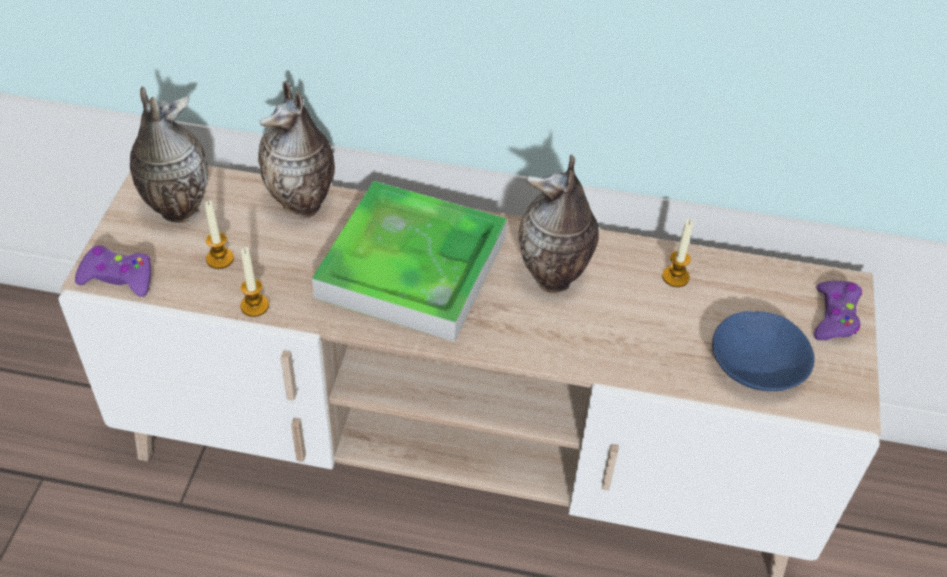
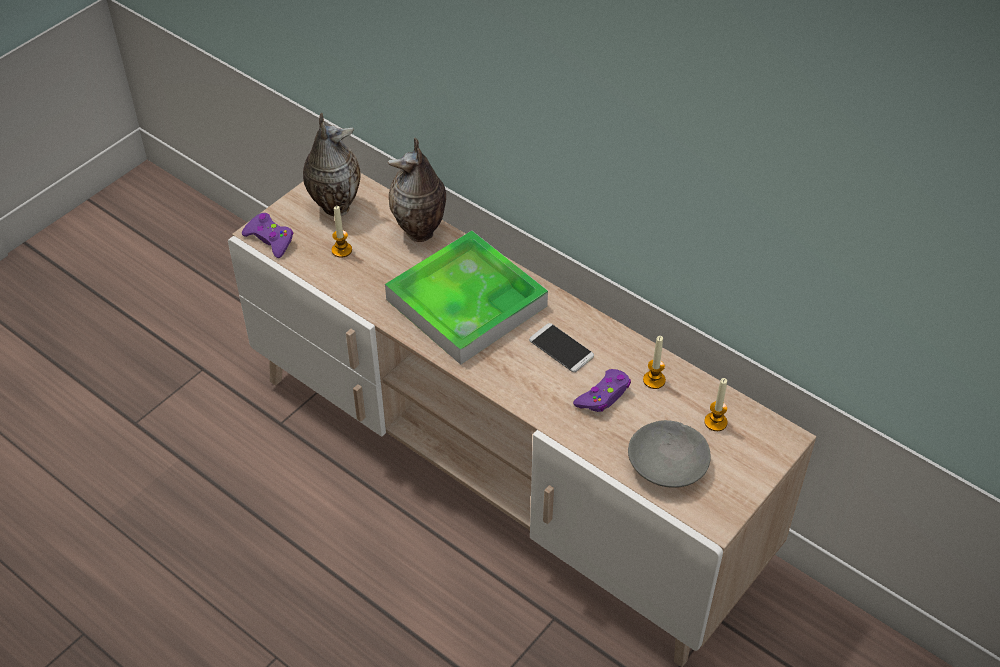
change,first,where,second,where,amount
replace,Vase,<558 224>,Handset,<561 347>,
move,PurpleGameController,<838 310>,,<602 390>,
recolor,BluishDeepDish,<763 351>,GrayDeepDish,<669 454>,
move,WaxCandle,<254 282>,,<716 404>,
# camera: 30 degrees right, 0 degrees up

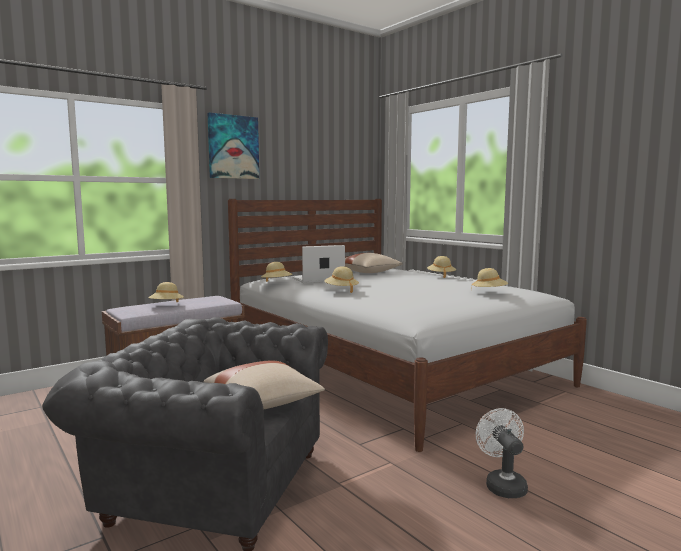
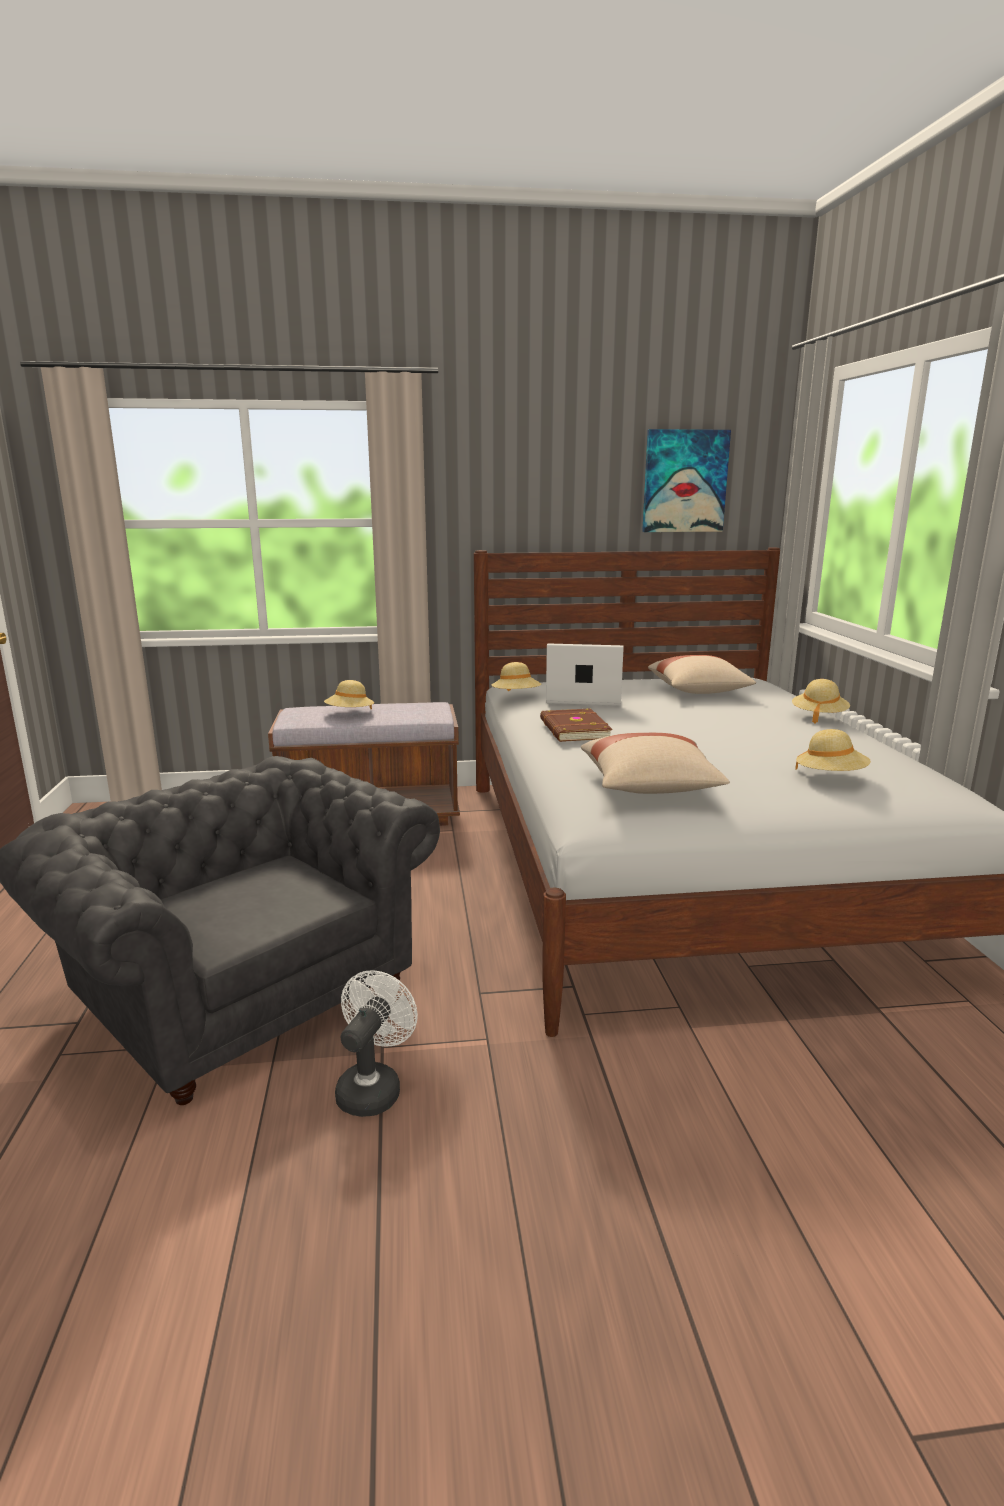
change,first,where,second,where,amount
move,WhiteFan,<502 453>,,<376 1043>,
replace,BeigeColouredWearableHat,<341 279>,BrownBook,<576 725>,
move,BeigeColouredPillow,<264 384>,,<655 763>,
move,WallPicture,<233 146>,,<686 480>,
# camera: 30 degrees right, 10 degrees up

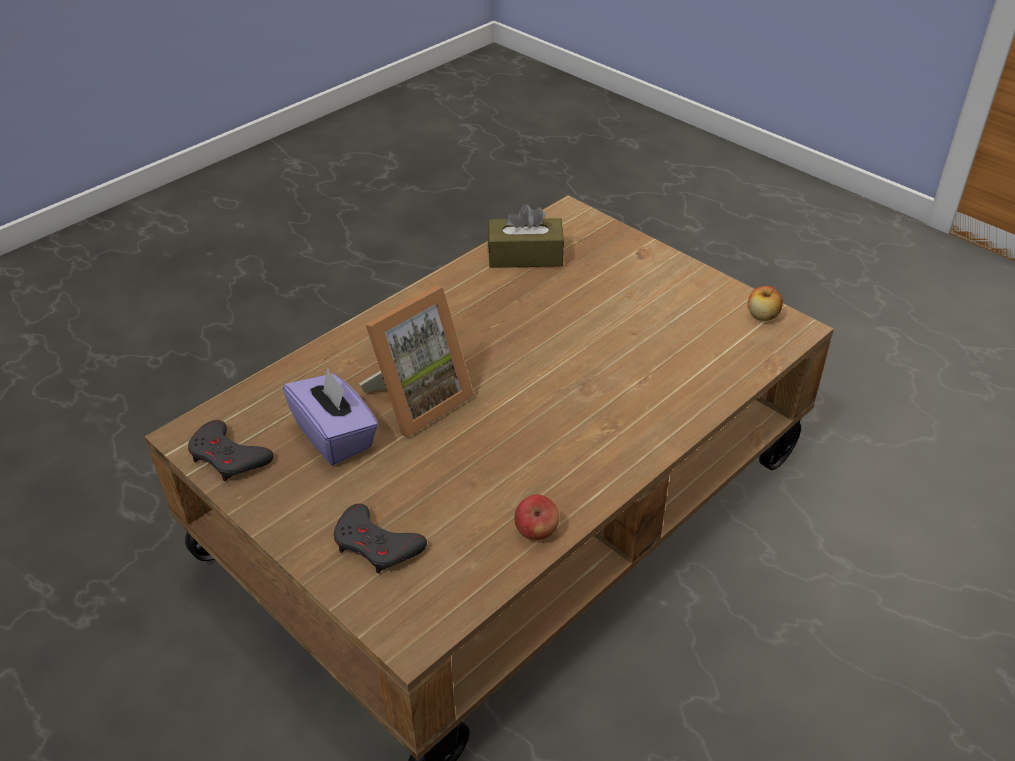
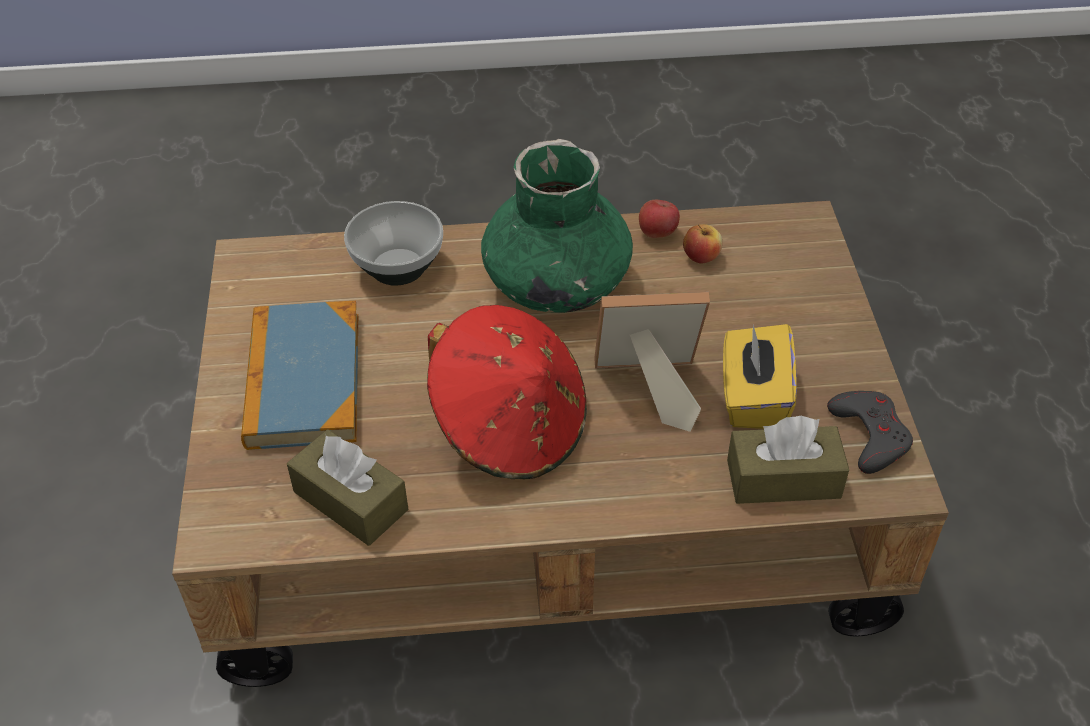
change,first,where,second,where,amount
insert,,,Book,<299 375>,
insert,,,DeepDish,<393 243>,
insert,,,ReddishWearableHat,<507 392>,
insert,,,GreenVase,<557 226>,
move,WholeApple,<765 303>,,<702 244>,
recolor,PurpleTissueHolder,<330 416>,YellowTissueHolder,<760 376>,
insert,,,BrownTissueHolder,<788 460>,
delete,GrayGameController,<380 538>,,,
# camera: 140 degrees left, 5 degrees up

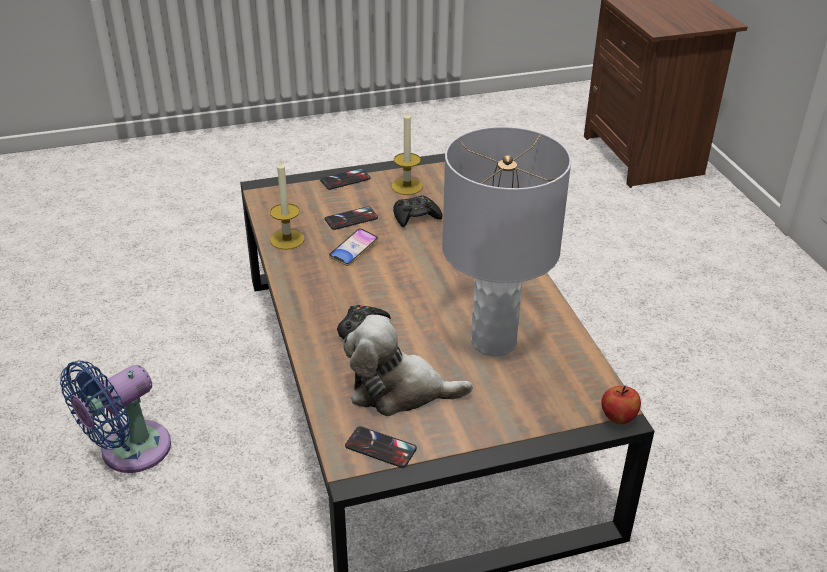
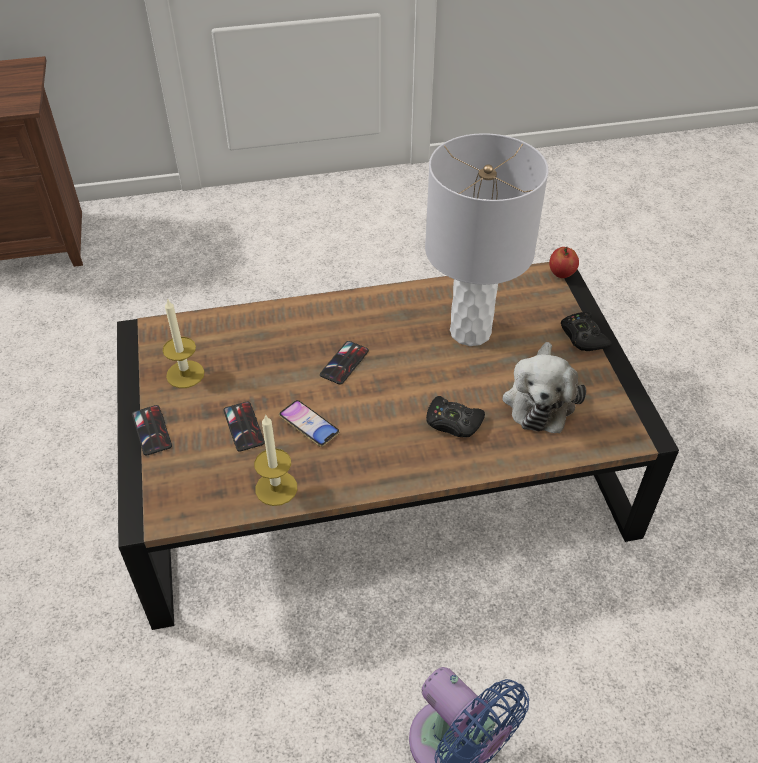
change,first,where,second,where,amount
move,Handset,<381 447>,,<344 363>,
move,BlackishGameController,<417 211>,,<586 331>,
# camera: 85 degrees left, 10 degrees up

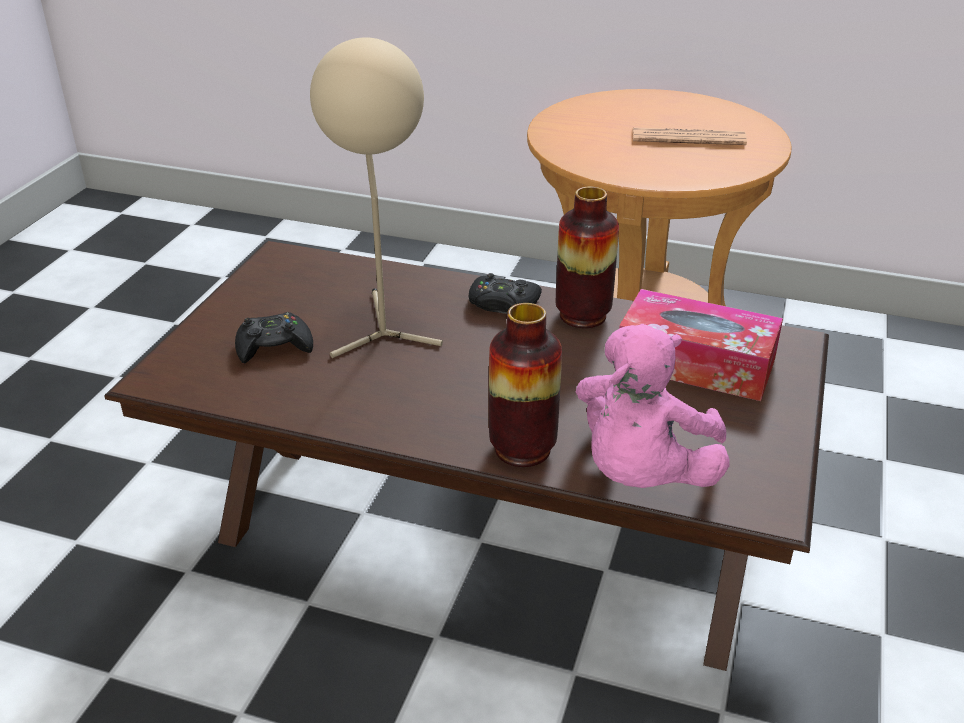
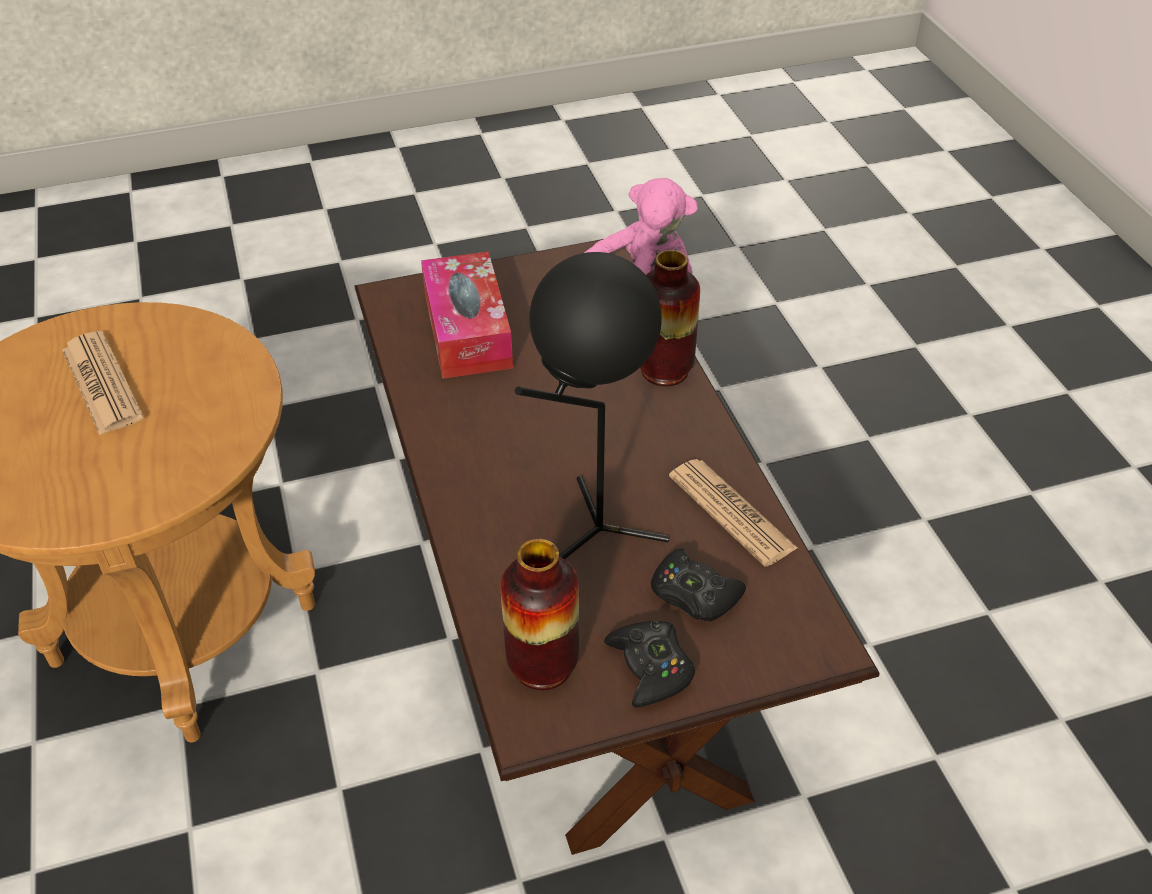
change,first,where,second,where,amount
move,Vase,<587 257>,,<540 614>,
recolor,BeigeColouredTableLamp,<376 197>,BlackishTableLamp,<592 406>,
move,BlackishGameController,<505 293>,,<649 664>,
insert,,,DailyPaper,<733 513>,
# camera: 125 degrees left, 10 degrees up

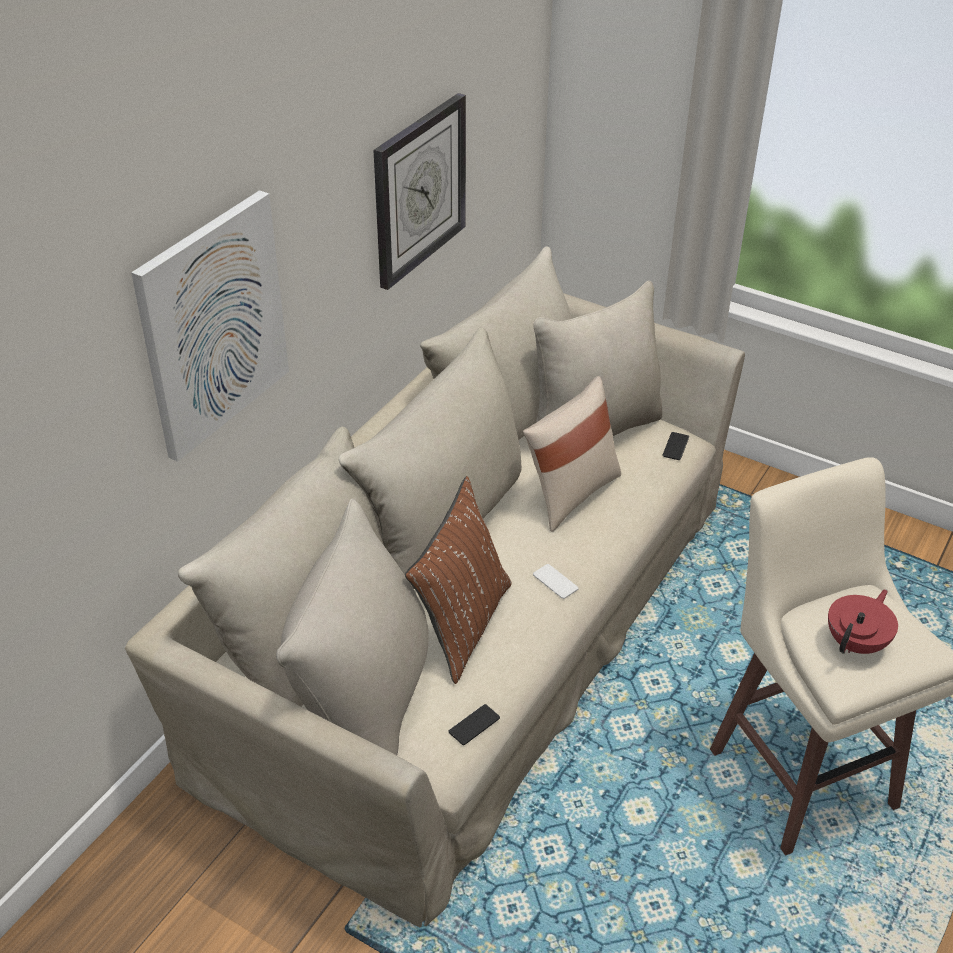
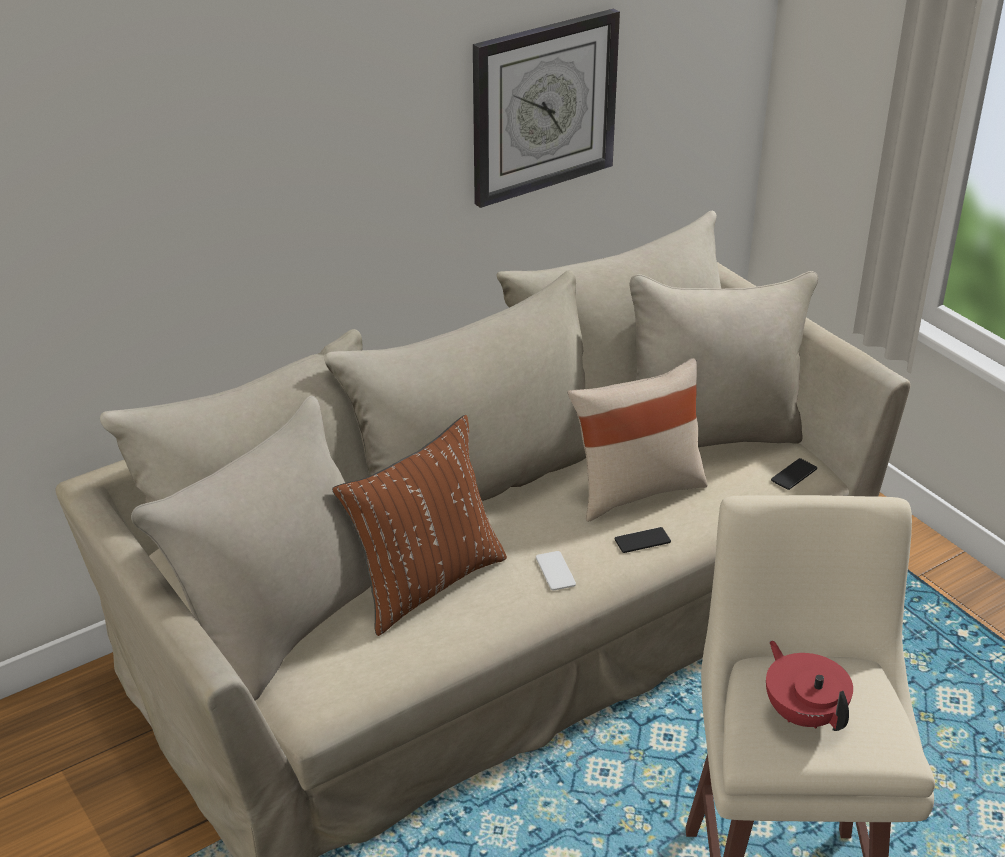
change,first,where,second,where,amount
move,Handset,<474 724>,,<642 540>,
rotate,ReddishTeaPot,<863 621>,,<809 686>,90 degrees counterclockwise
delete,WallPicture,<210 326>,,,
# camera: 25 degrees right, 5 degrees down

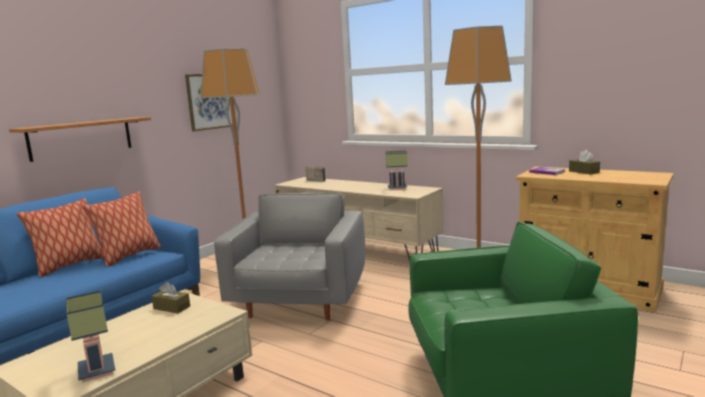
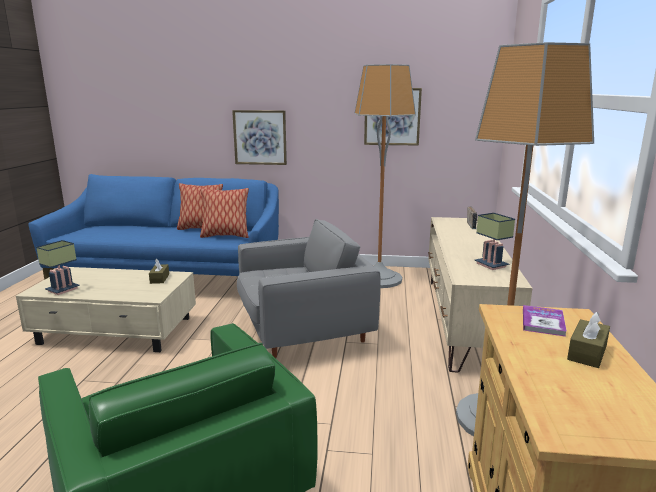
change,first,where,second,where,amount
replace,Shelf,<80 139>,WallPicture,<259 137>,
# camera: 60 degrees right, 5 degrees up

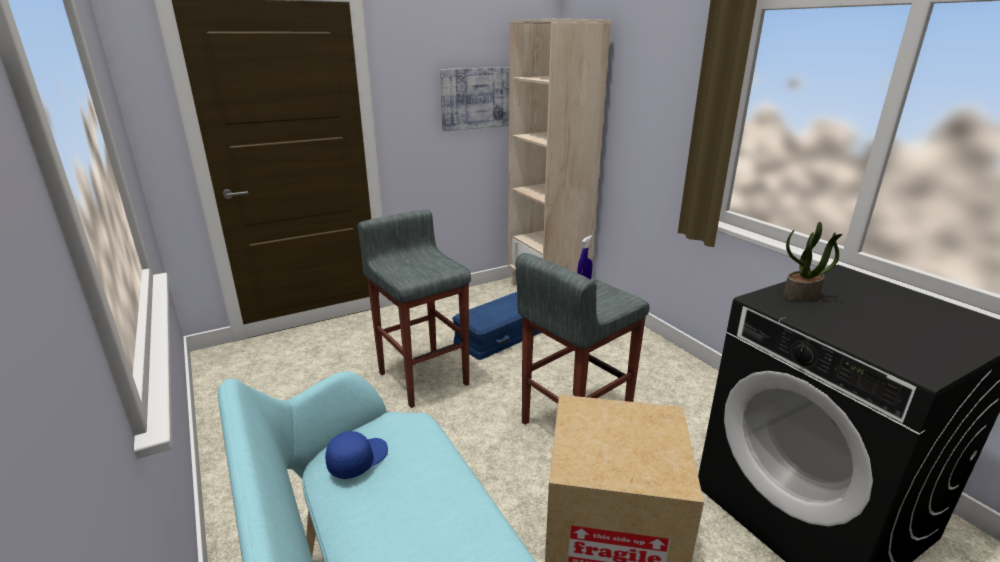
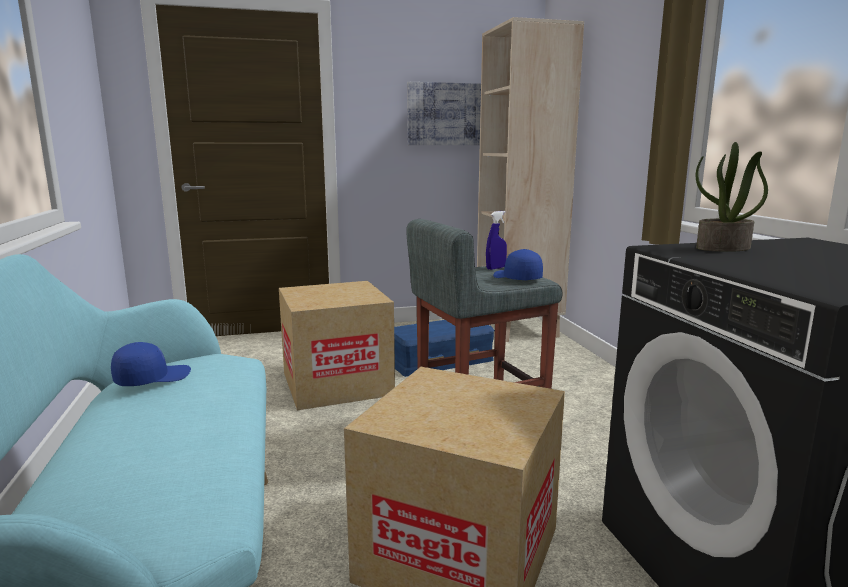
change,first,where,second,where,amount
replace,GrayStool,<414 309>,PackingBox,<337 345>,
insert,,,BluishBaseballCap,<518 264>,
# camera: 15 degrees right, 10 degrees down

